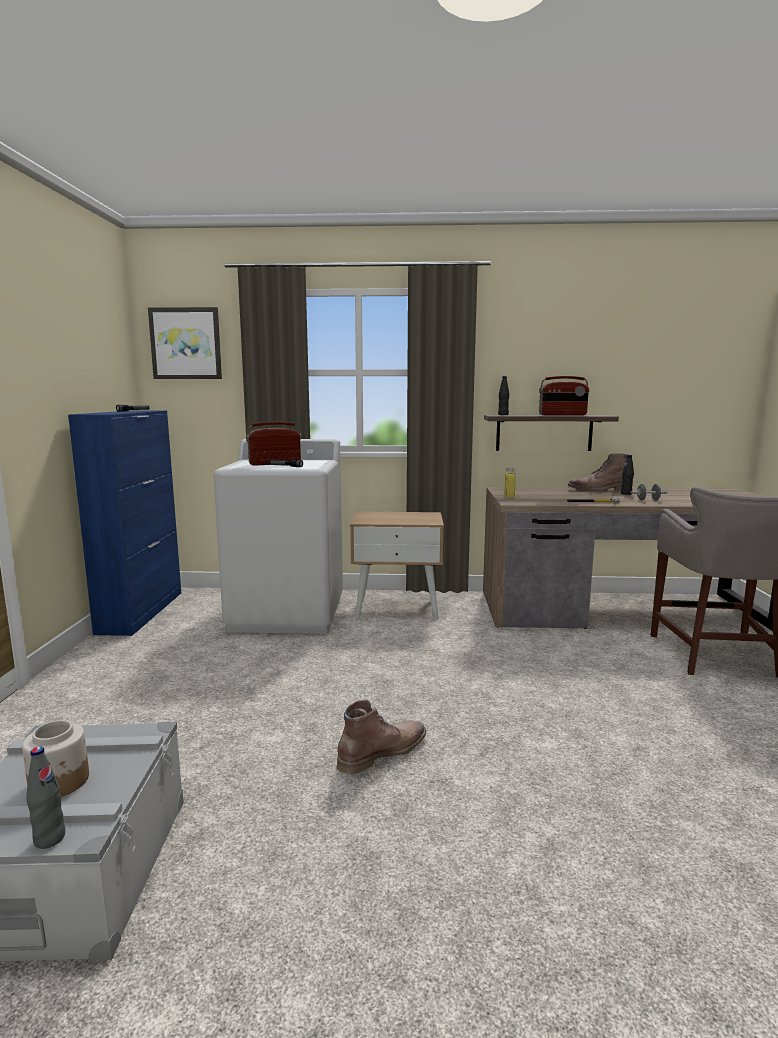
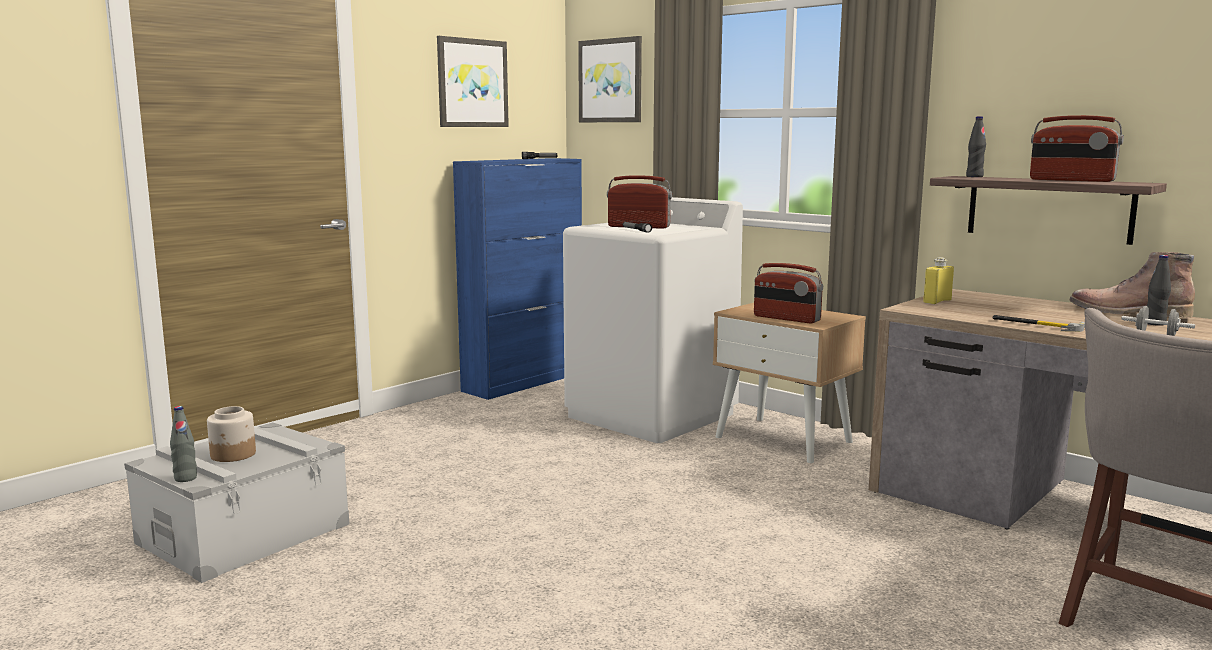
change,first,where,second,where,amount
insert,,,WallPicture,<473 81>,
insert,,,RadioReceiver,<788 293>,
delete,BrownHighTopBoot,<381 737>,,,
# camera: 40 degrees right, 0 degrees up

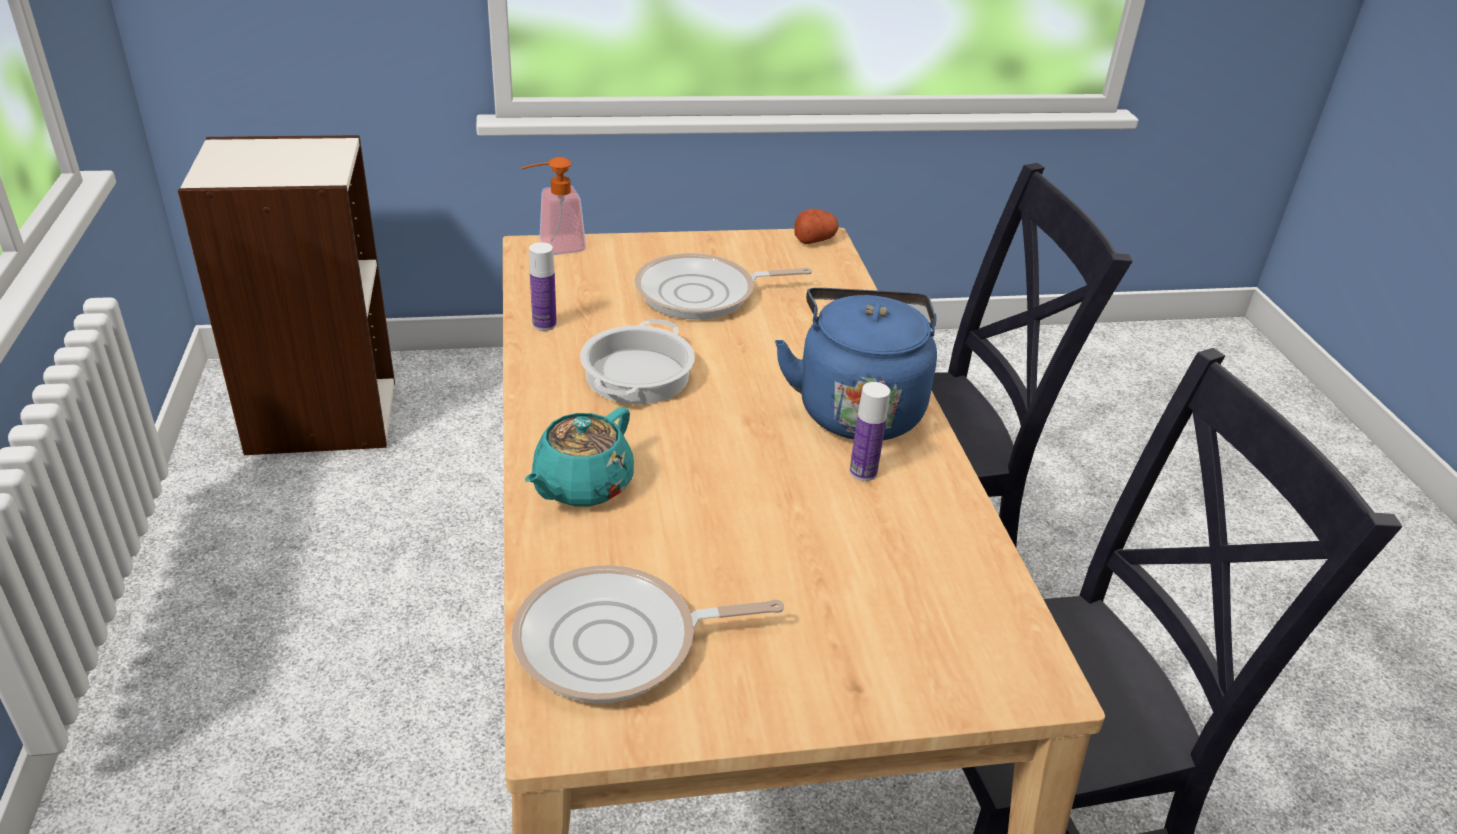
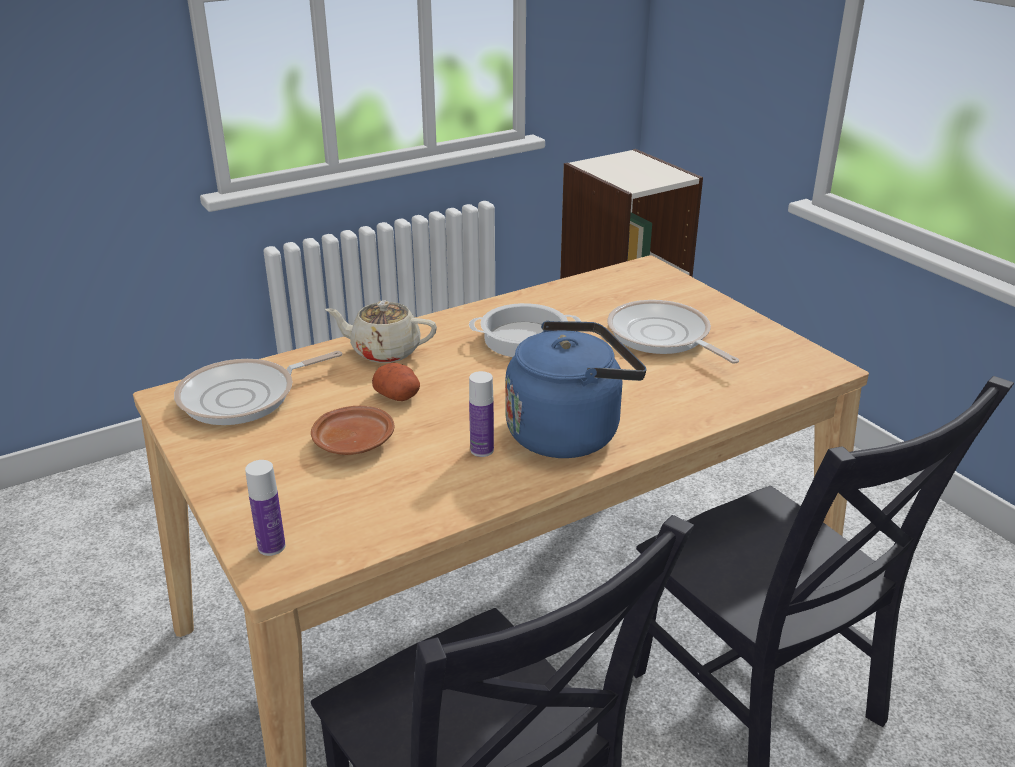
change,first,where,second,where,amount
rotate,FryingPan,<647 634>,,<258 388>,90 degrees counterclockwise
move,DrinkBottle,<543 286>,,<265 508>,
insert,,,BrownPlate,<352 430>,
recolor,BlueGreenTeaPot,<579 457>,BeigeColouredTeaPot,<381 331>,
move,Potato,<816 226>,,<396 382>,
delete,SoapDispenser,<553 206>,,,
# camera: 70 degrees right, 5 degrees down

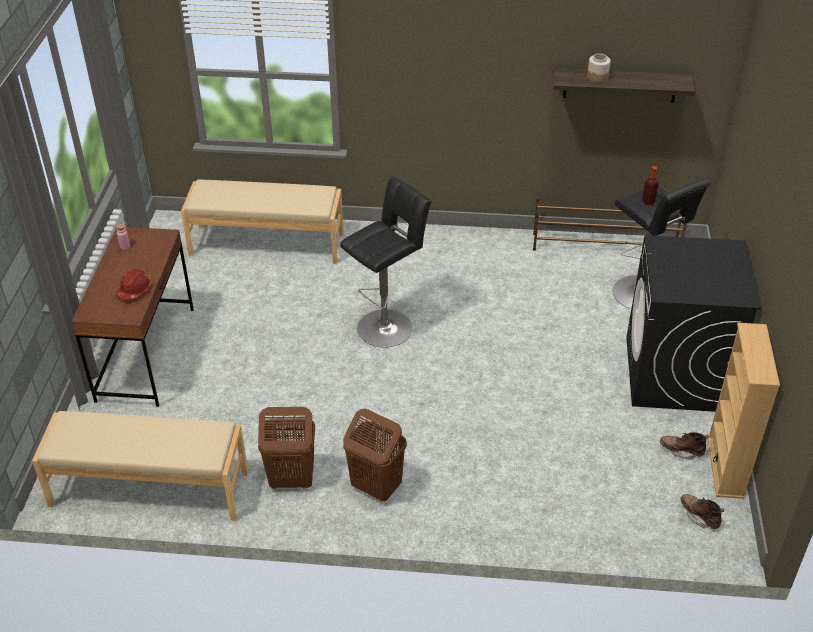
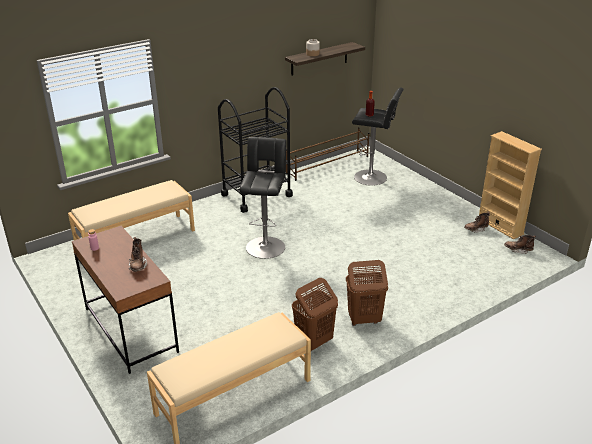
change,first,where,second,where,amount
replace,ReddishHardHat,<133 285>,BrownHighTopBoot,<138 254>,
insert,,,BlackishTrolley,<255 150>,
delete,BlackishWashingMachine,<693 323>,,,
# camera: 40 degrees left, 10 degrees down

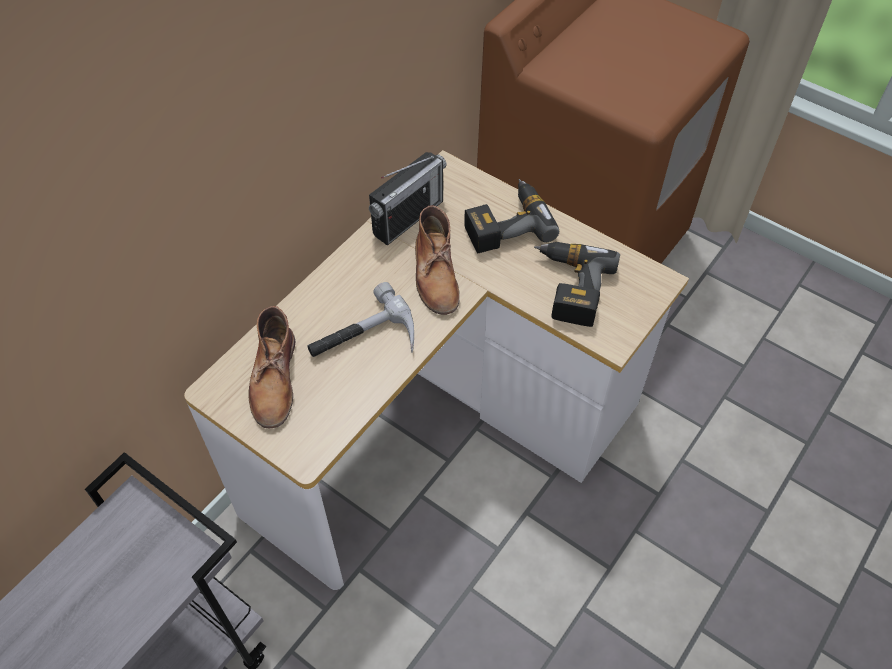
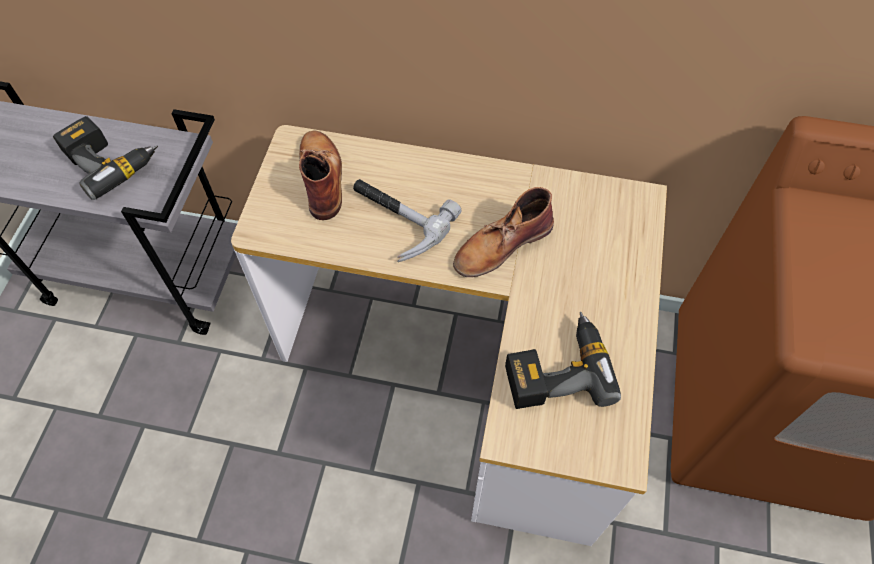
change,first,where,second,where,amount
move,PowerDrill,<511 216>,,<105 158>,
rotate,BrownHighTopBoot,<272 367>,,<320 175>,105 degrees clockwise
delete,RadioReceiver,<408 198>,,,
# camera: 65 degrees right, 5 degrees up

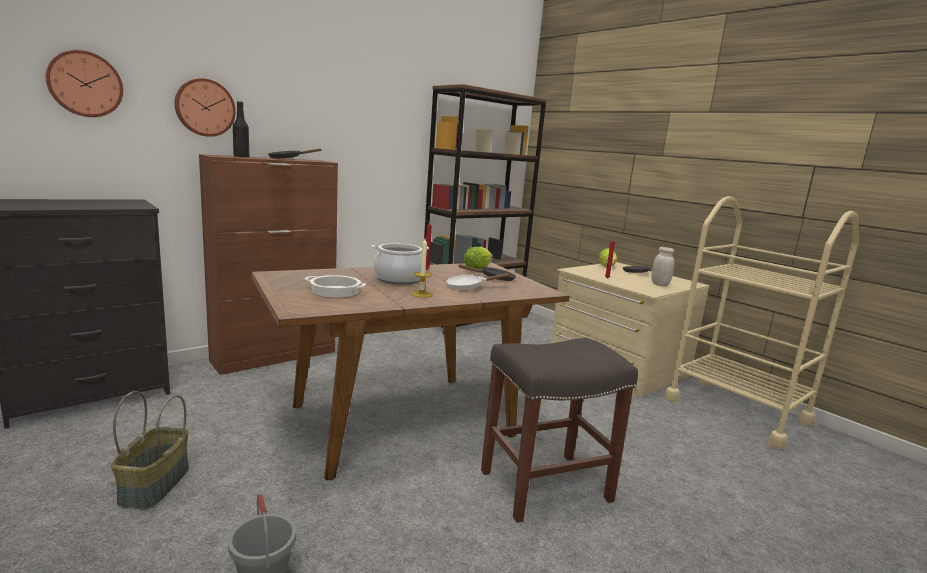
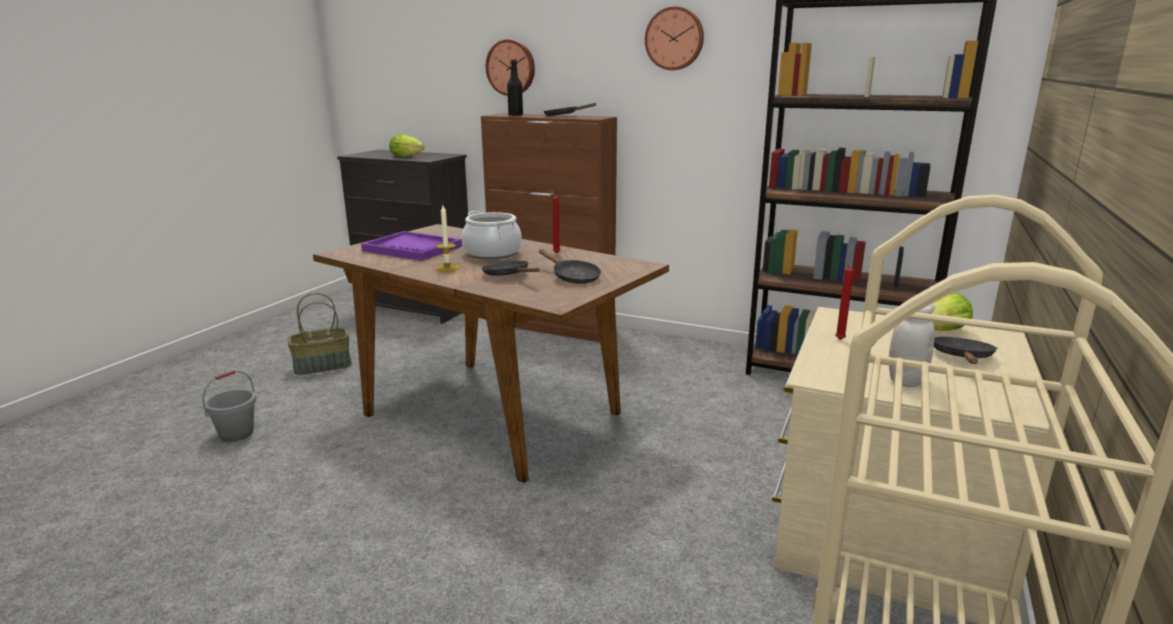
change,first,where,second,where,amount
replace,CookingPot,<335 286>,PurpleTray,<411 246>,
move,Lettuce,<478 258>,,<407 145>,
recolor,WhiteFryingPan,<478 281>,BlackishFryingPan,<511 268>,
move,WallClock,<84 83>,,<674 38>,
delete,GrayStool,<559 430>,,,
# camera: 65 degrees right, 5 degrees up

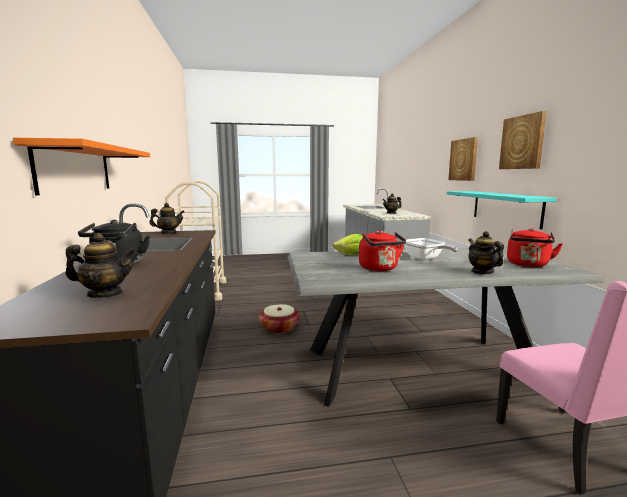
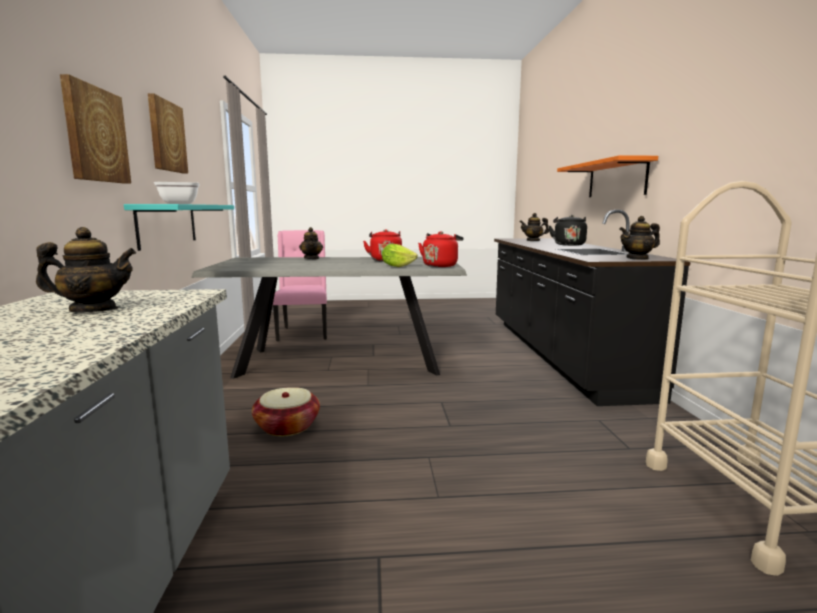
change,first,where,second,where,amount
move,FryingPan,<431 249>,,<177 193>,
move,HouseholdBasket,<279 319>,,<286 411>,
move,ReddishWaterKettle,<535 247>,,<440 249>,
# camera: 175 degrees left, 0 degrees up

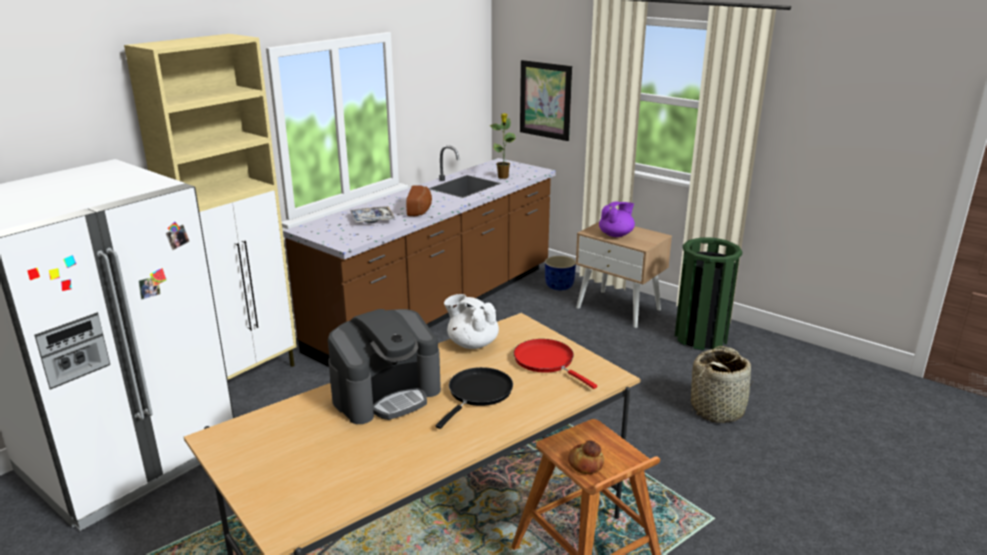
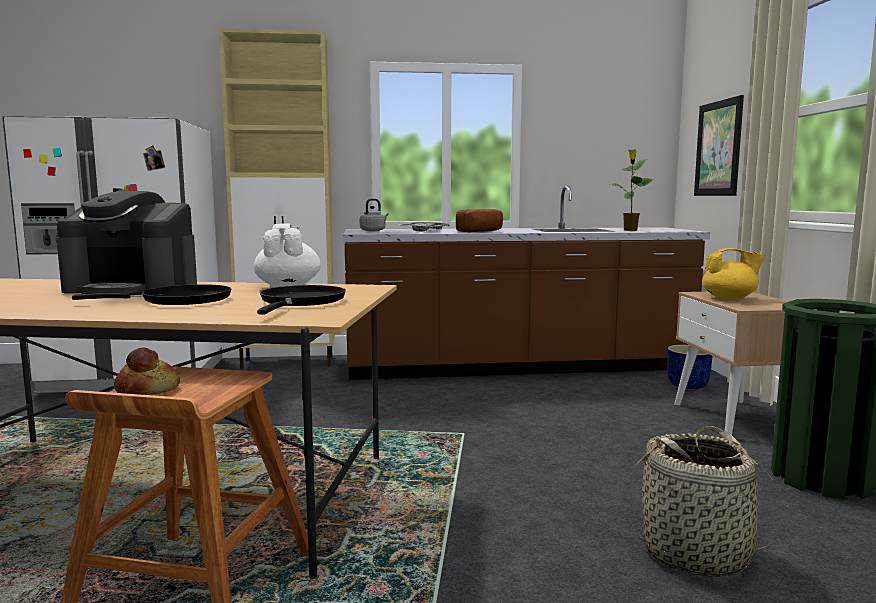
change,first,where,second,where,amount
recolor,ReddishFryingPan,<555 364>,BlackishFryingPan,<301 300>,
insert,,,GrayWaterKettle,<374 214>,
recolor,PurpleTeaPot,<617 219>,YellowTeaPot,<733 274>,
# camera: 45 degrees right, 15 degrees down

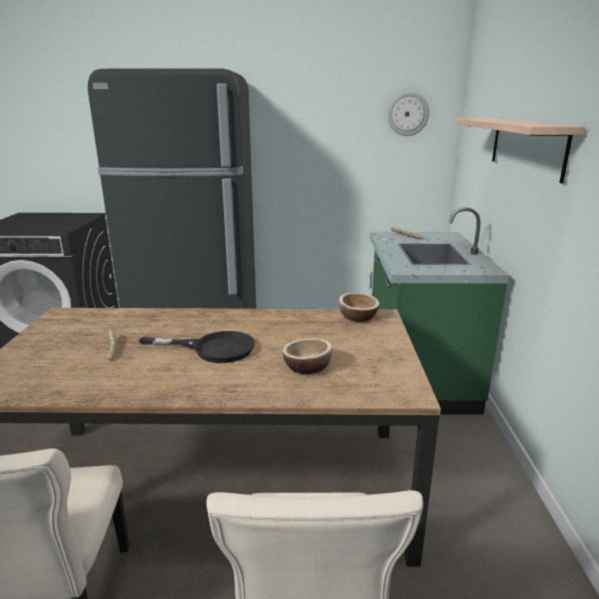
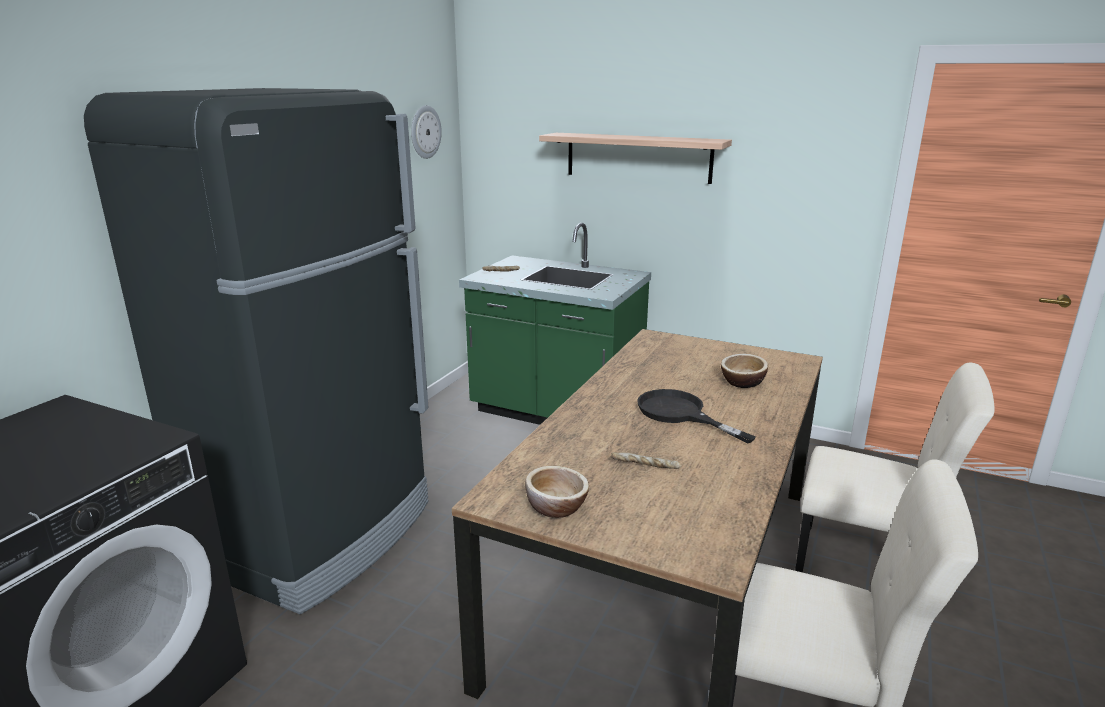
change,first,where,second,where,amount
move,DeepDish,<359 307>,,<557 492>,
rotate,BlackishFryingPan,<197 347>,,<696 416>,75 degrees counterclockwise
# camera: 65 degrees left, 0 degrees up

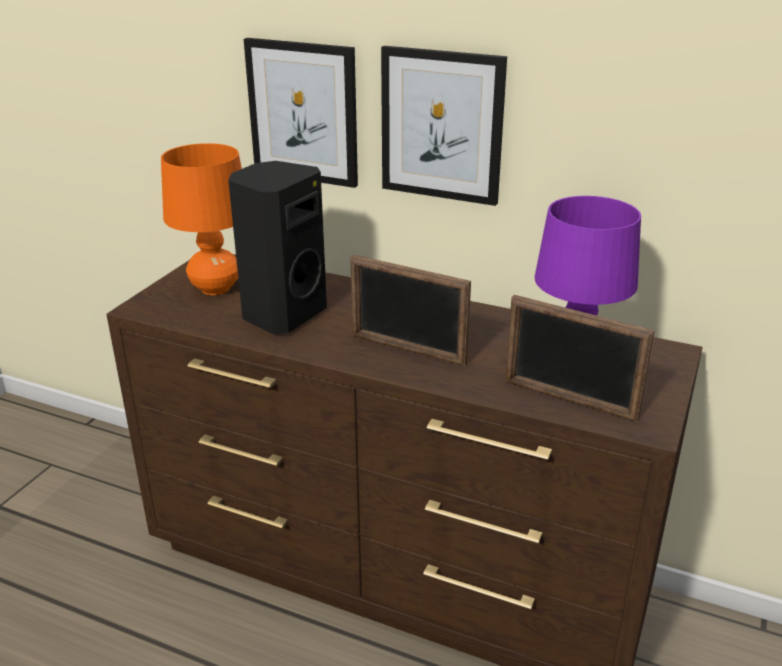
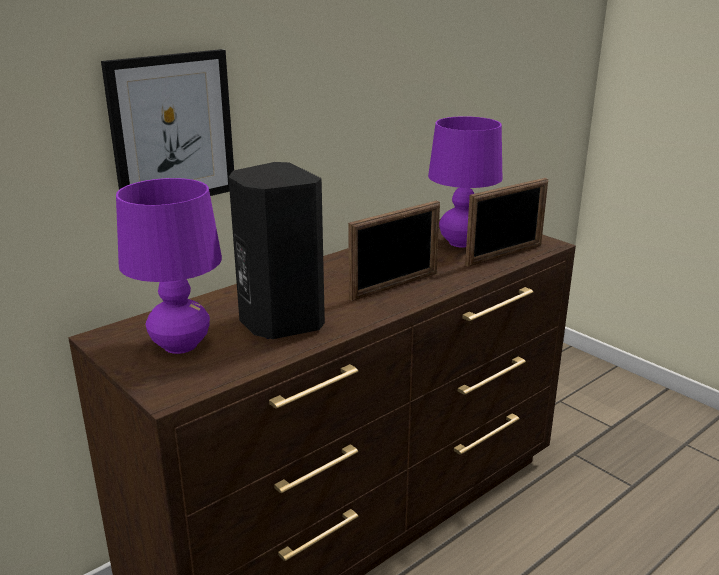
change,first,where,second,where,amount
recolor,OrangeyTableLamp,<201 219>,PurpleTableLamp,<169 266>,
delete,WallPicture,<444 126>,,,
# camera: 65 degrees left, 5 degrees down

